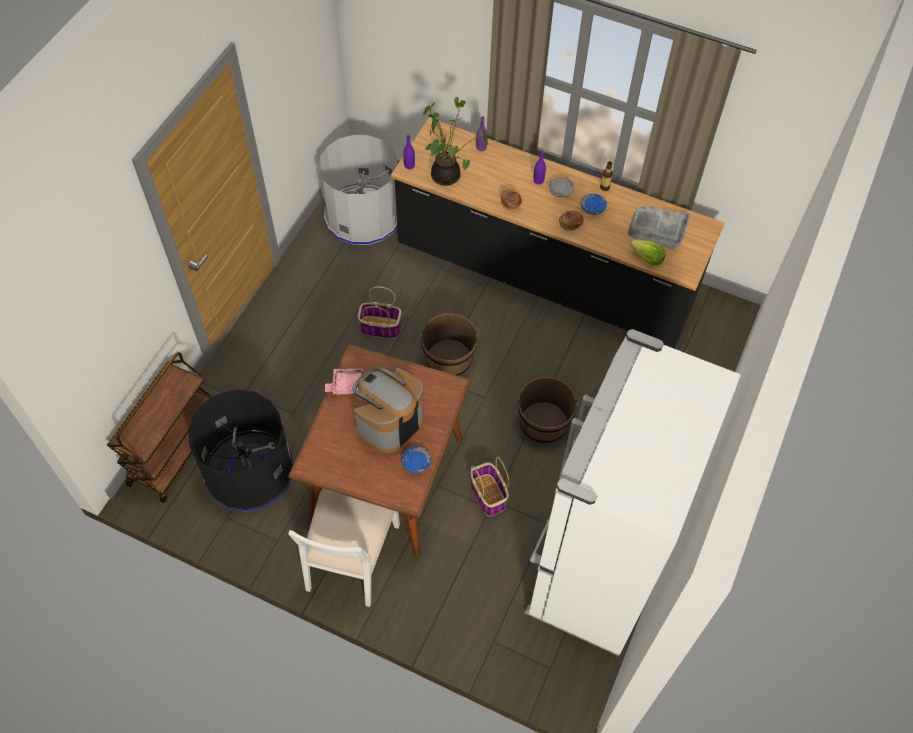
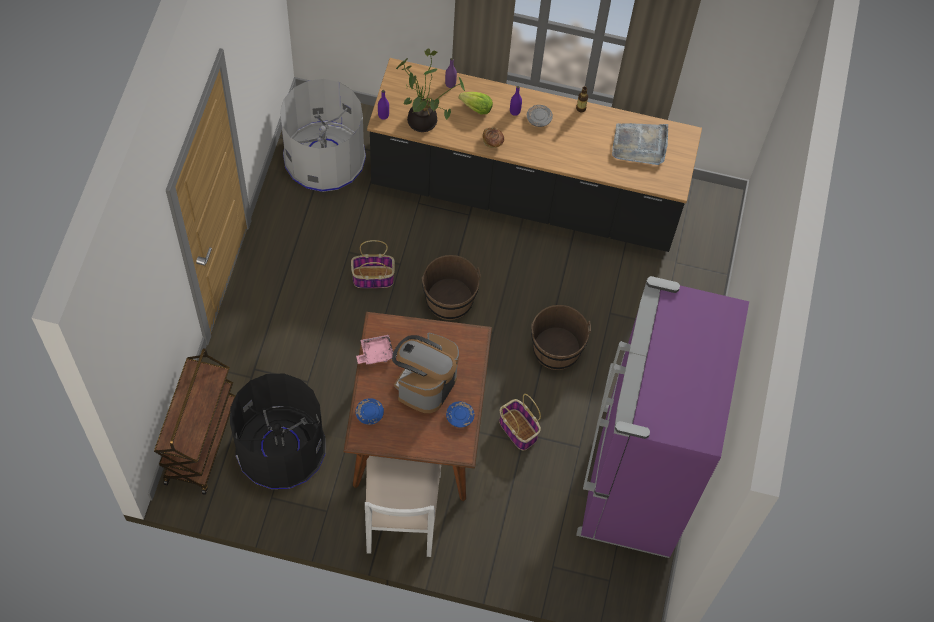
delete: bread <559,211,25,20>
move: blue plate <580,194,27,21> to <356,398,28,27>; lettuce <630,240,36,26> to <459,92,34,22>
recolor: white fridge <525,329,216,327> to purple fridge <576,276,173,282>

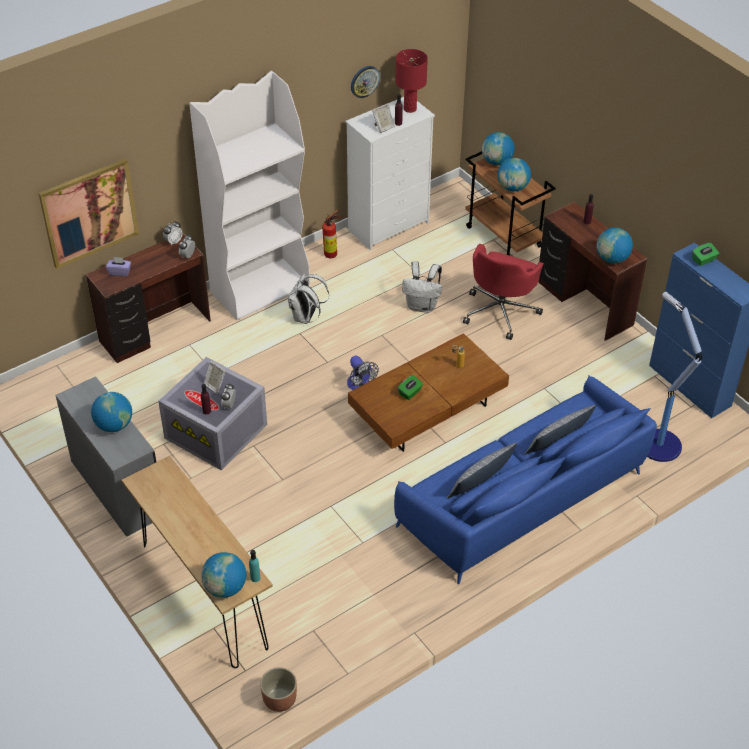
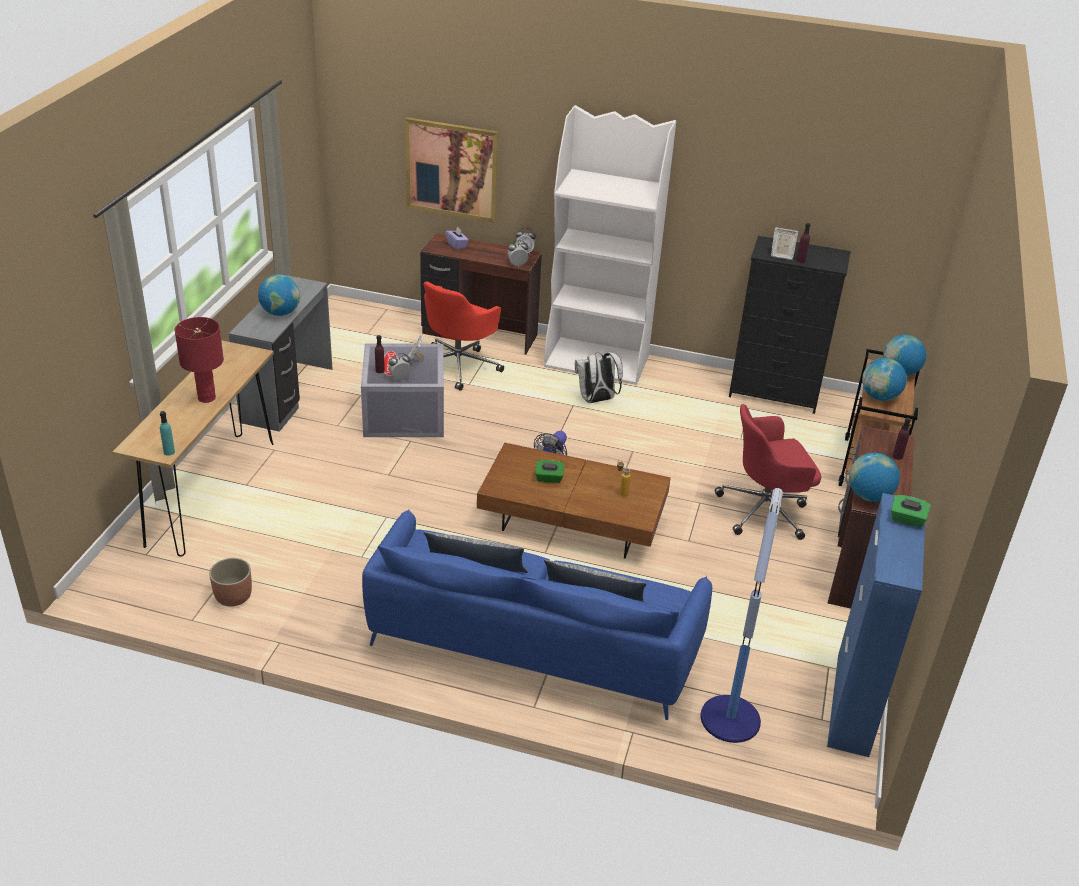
delete: globe <201,552,45,46>; fire extinguisher <322,209,19,49>; wall clock <351,66,29,32>; white backpack <402,261,40,52>
insert: red office chair <424,282,80,109>
move: planter <260,667,37,45> to <209,558,43,48>; red table lamp <395,49,33,64> to <175,317,49,86>
recolor: white dresser <345,97,90,153> to black dresser <729,236,122,178>

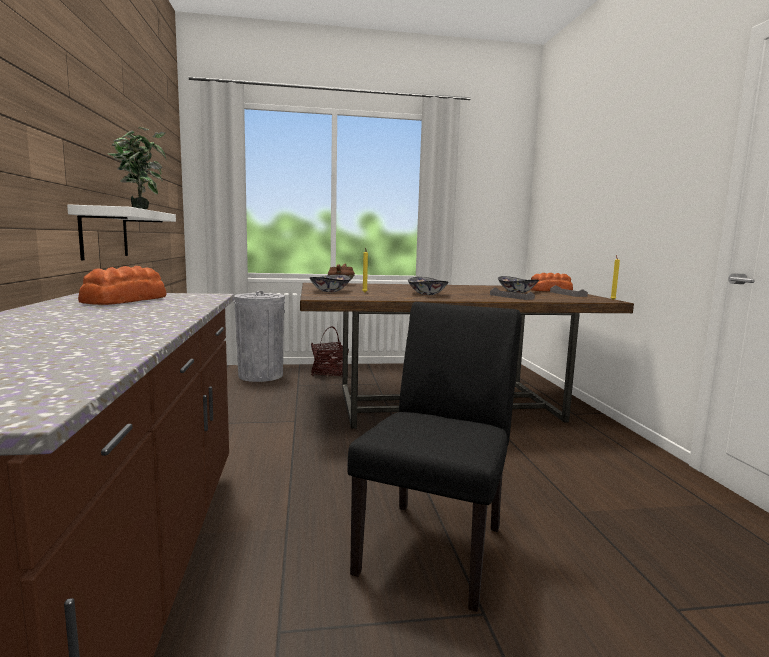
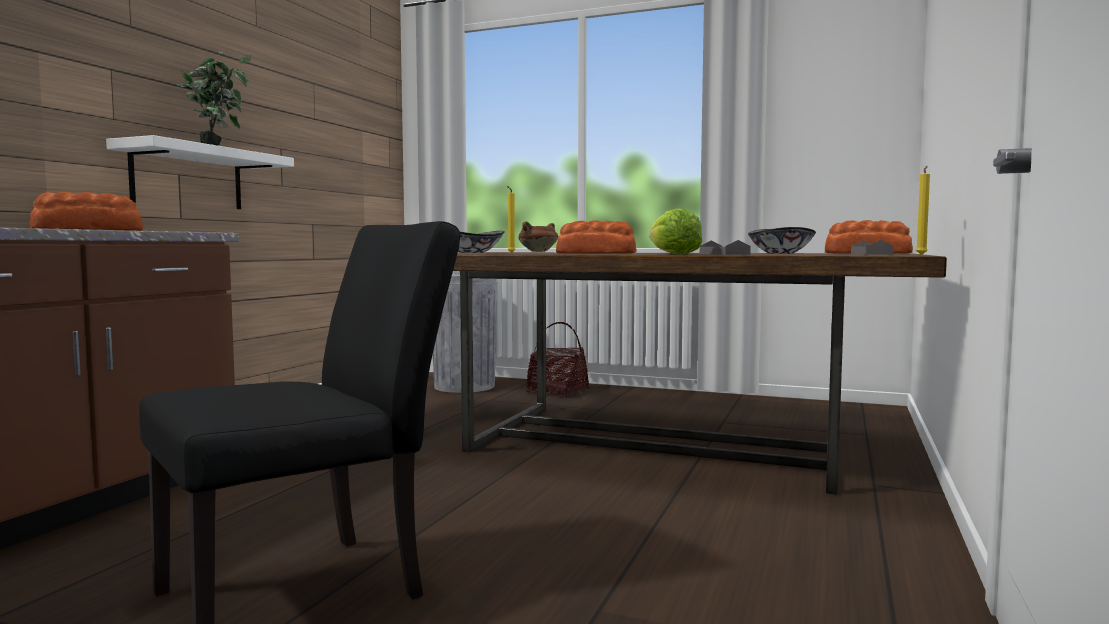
insert: lettuce <649,208,54,47>
replace: bowl <408,277,41,18> to bread <556,220,81,34>

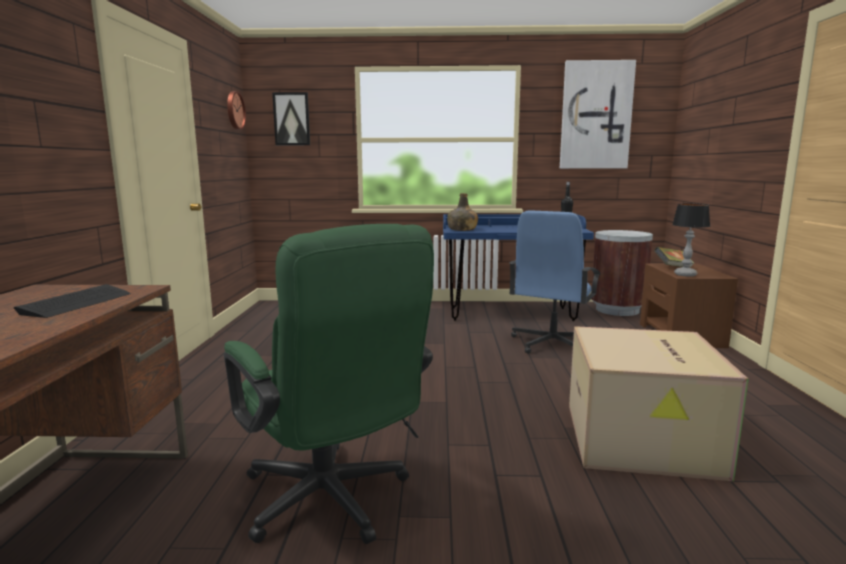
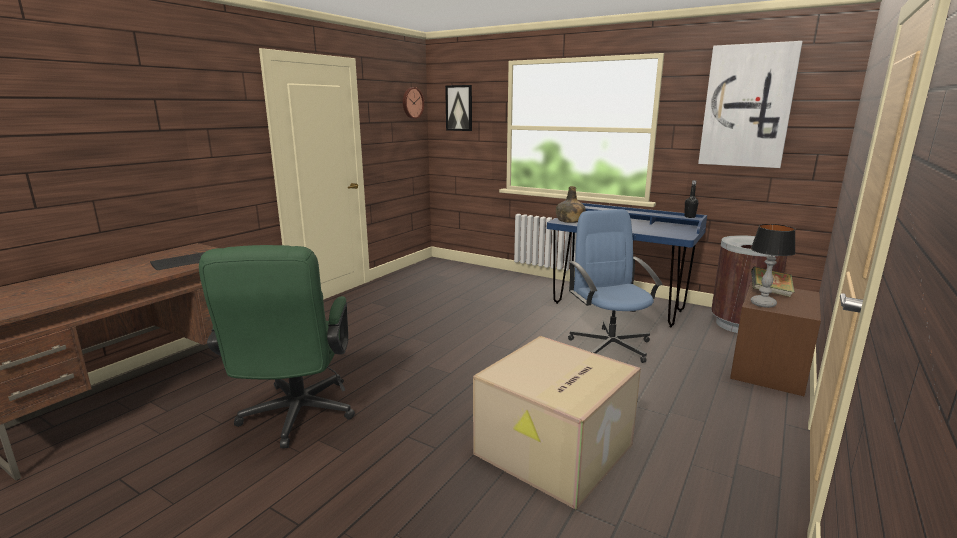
rotate: blue office chair <509,211,92,143> = <568,209,95,154> 105 degrees clockwise

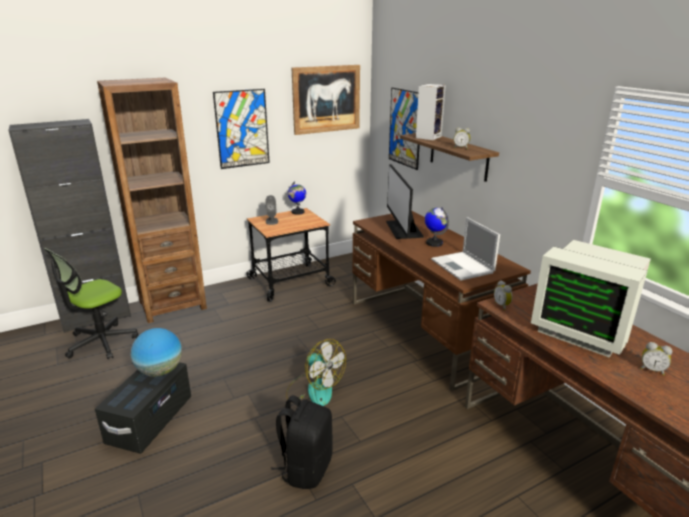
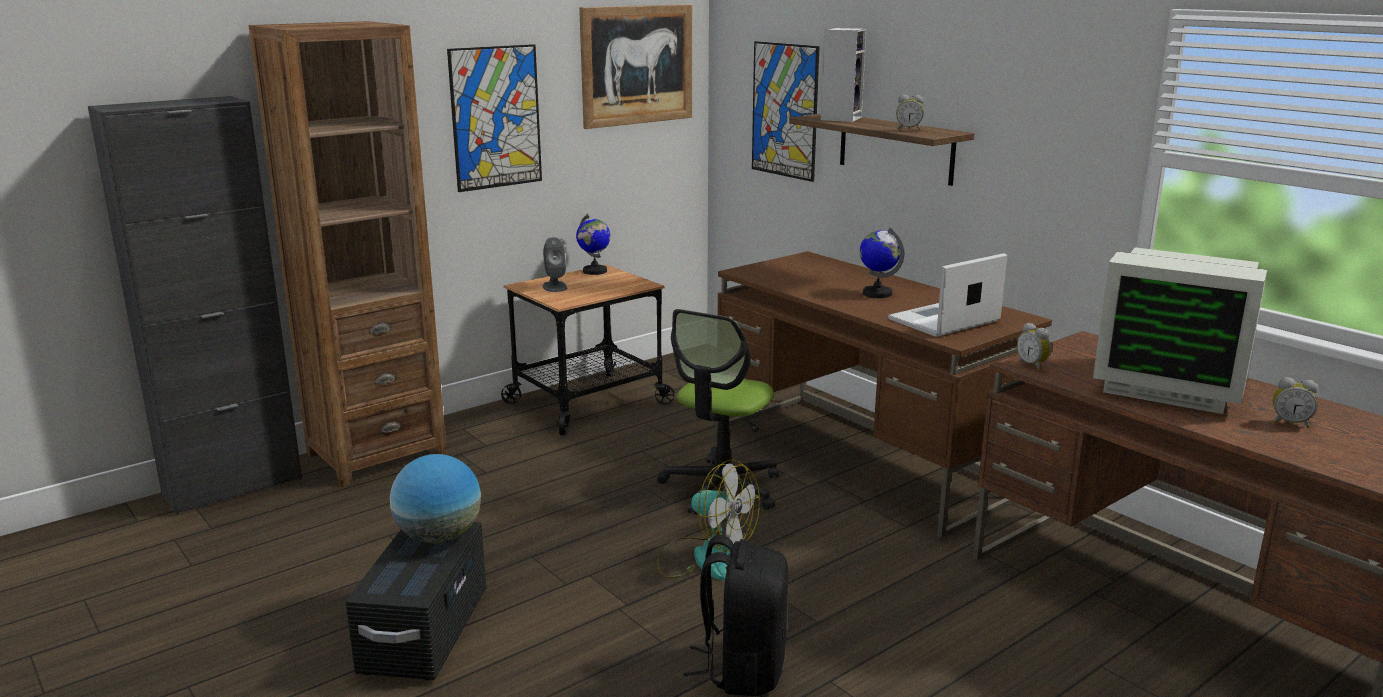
delete: monitor <386,164,38,75>
move: office chair <44,248,95,111> to <657,309,122,206>
rotate: laptop <431,217,69,64> = <888,253,119,84> 90 degrees clockwise

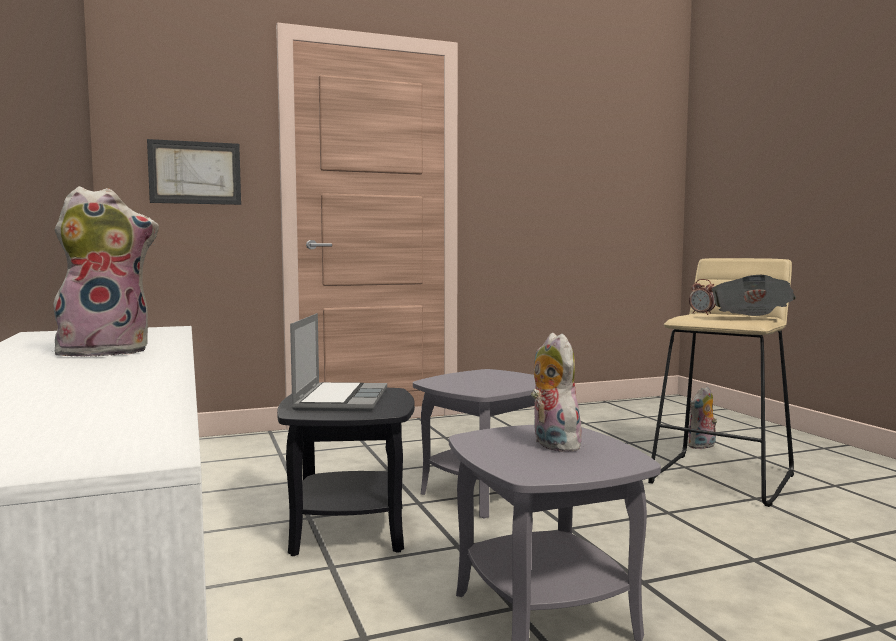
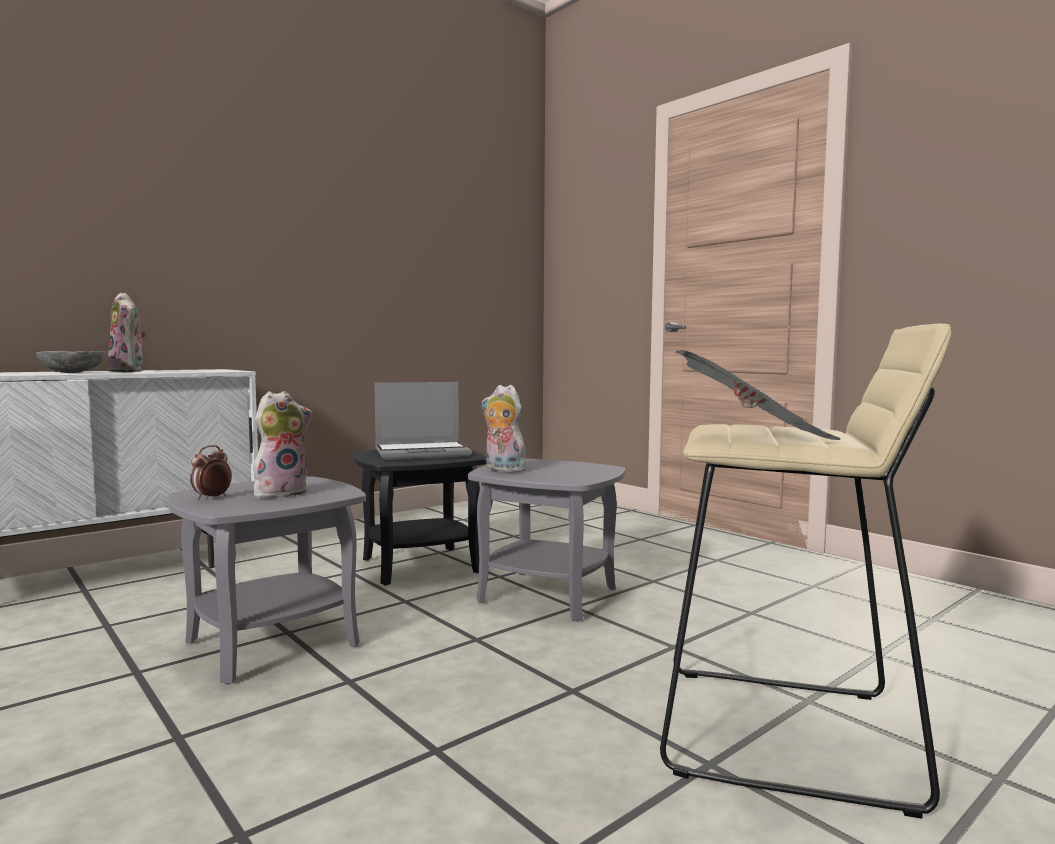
delete: picture <147,139,94,66>
insert: grey bowl <36,351,70,22>
move: plush toy <688,386,29,63> to <481,385,50,88>; alarm clock <689,279,27,36> to <190,445,42,55>

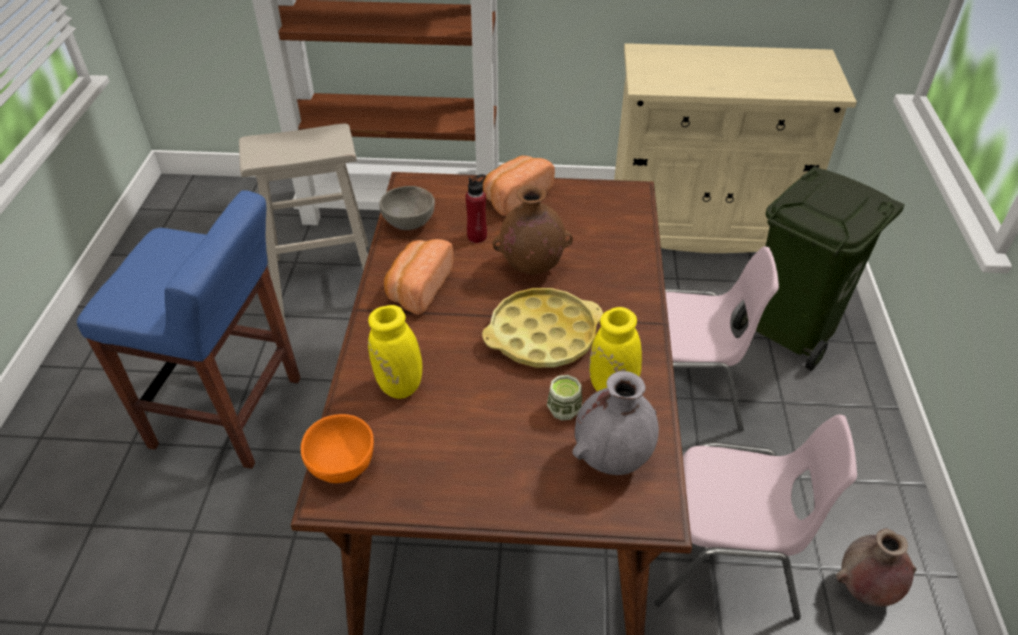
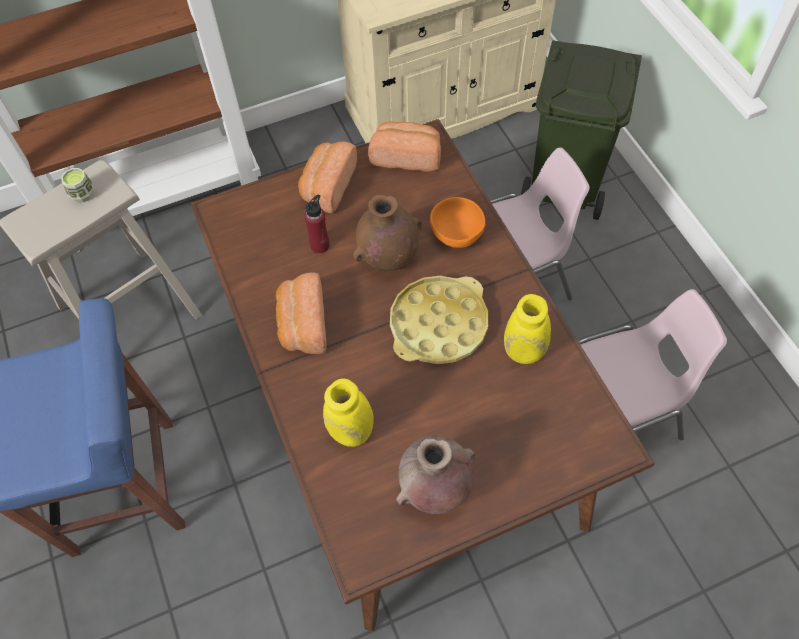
delete: grey bowl <379,186,56,44>; grey vase <572,371,87,104>
insert: bread <368,121,73,51>
move: orange bowl <301,414,73,69> to <430,197,56,51>; cup <547,375,35,46> to <61,168,33,34>; brown vase <836,528,81,79> to <396,435,80,79>

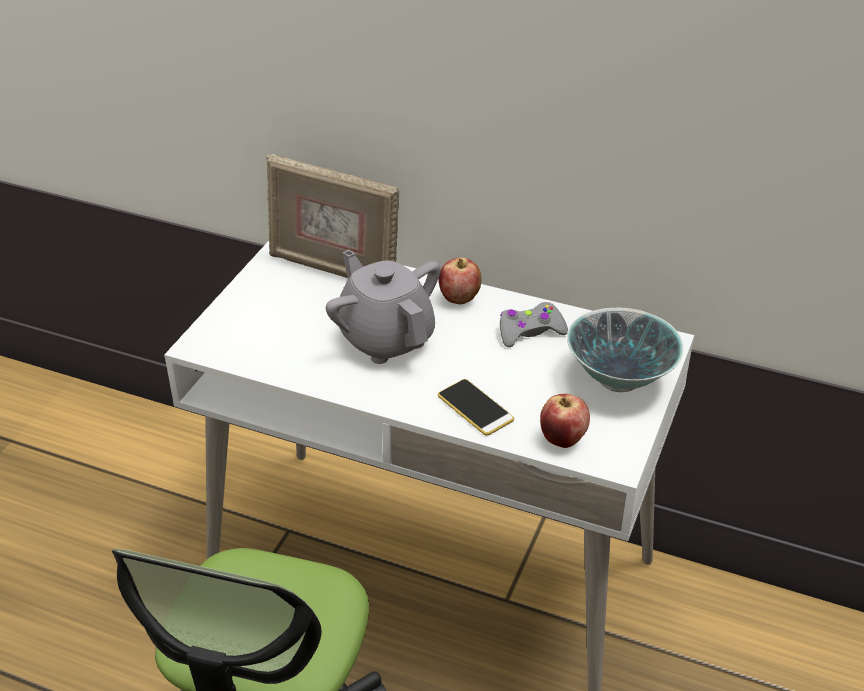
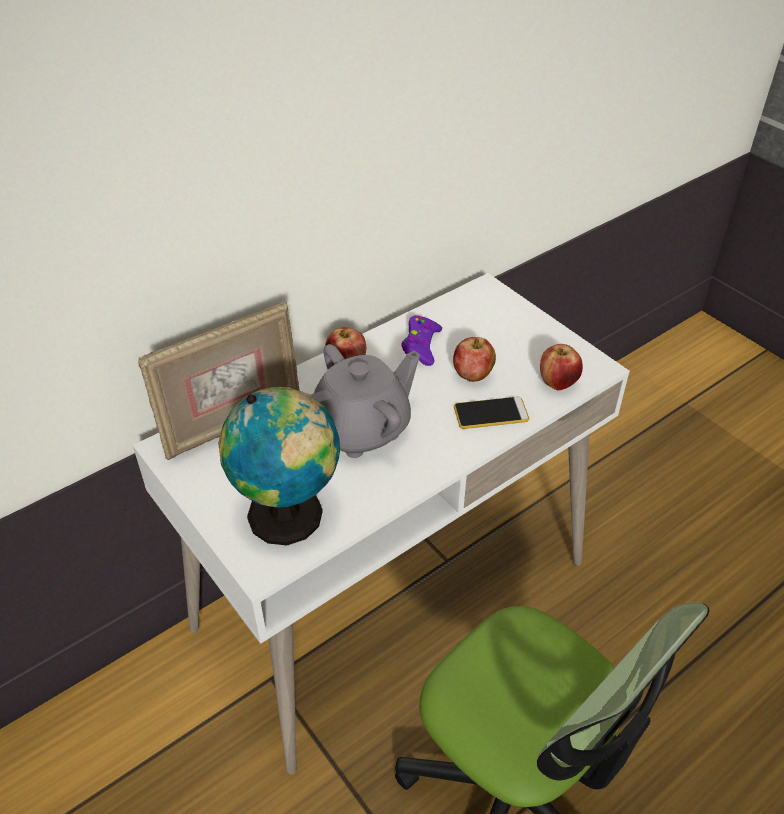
delete: bowl <567,308,116,84>
insert: globe <218,387,122,158>; apple <453,337,43,45>
recolor: grey game controller <500,302,68,45> to purple game controller <401,315,41,51>
rotate: grey teapot <326,250,115,114> = <310,344,110,114> 150 degrees clockwise

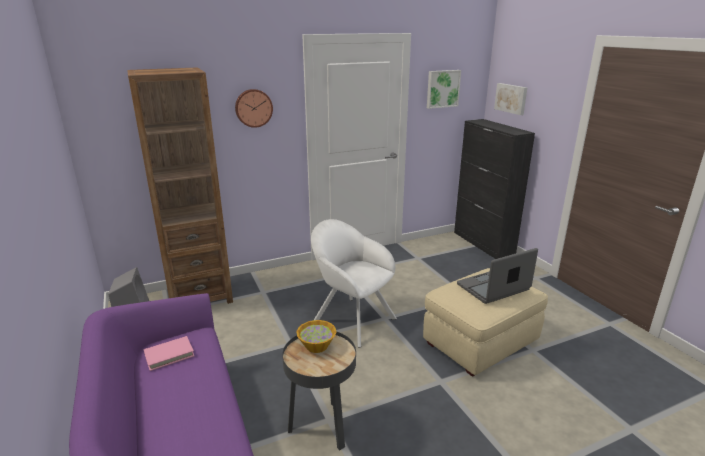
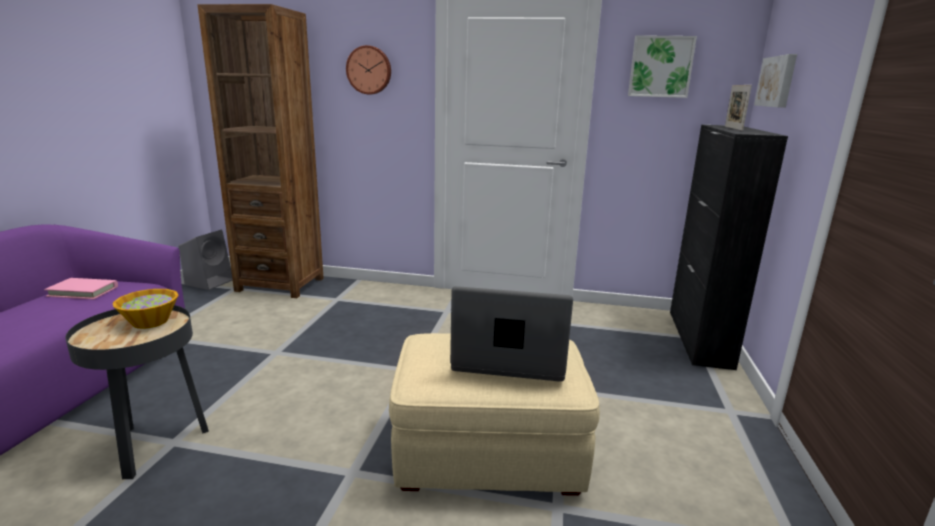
delete: white armchair <311,219,86,129>
insert: picture frame <725,85,27,46>

